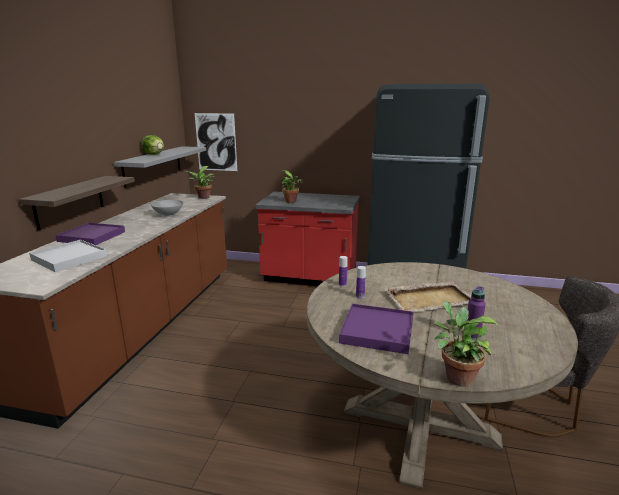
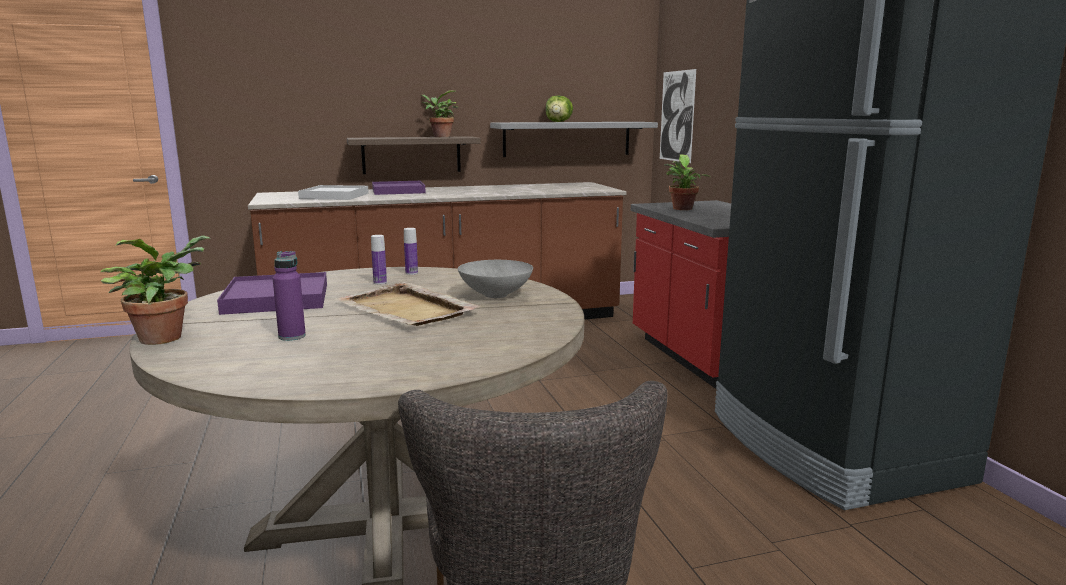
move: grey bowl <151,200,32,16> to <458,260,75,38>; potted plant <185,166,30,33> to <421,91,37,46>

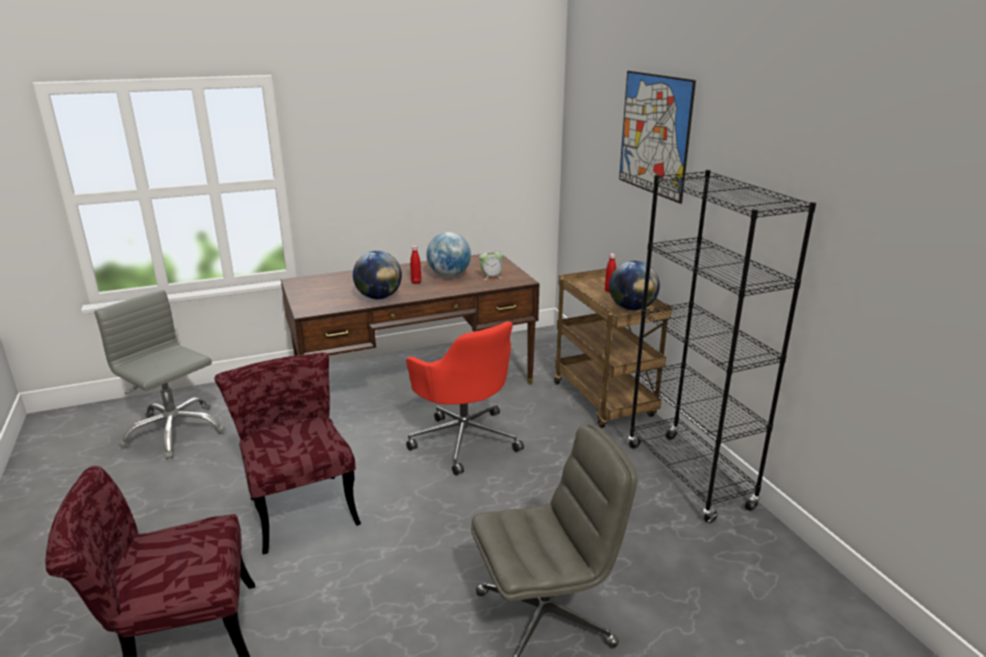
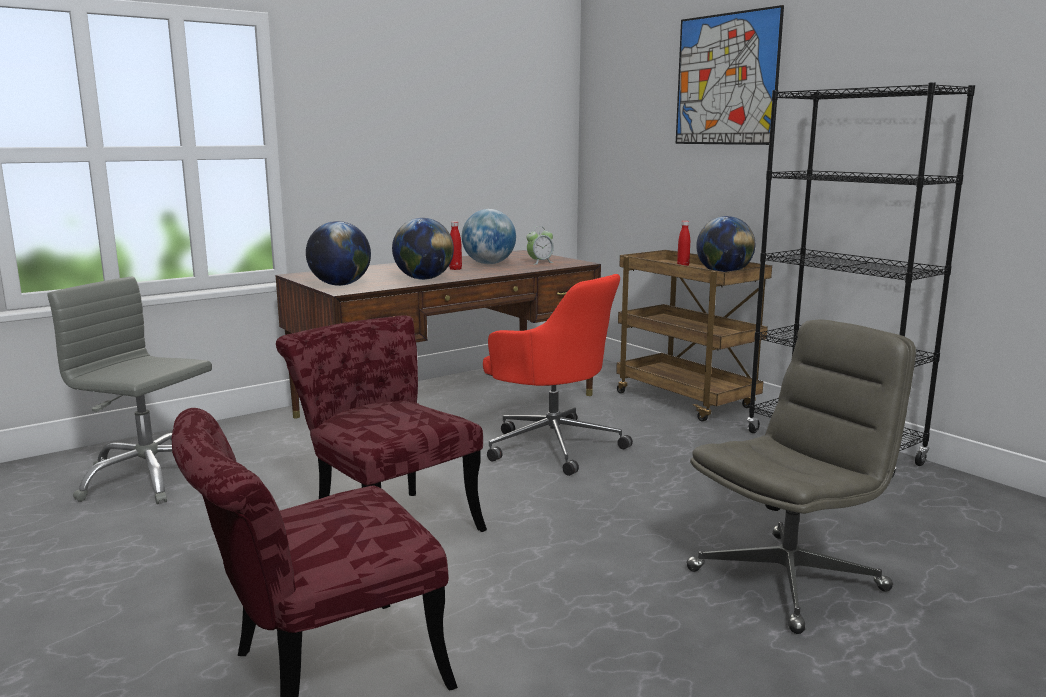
insert: globe <306,221,65,65>

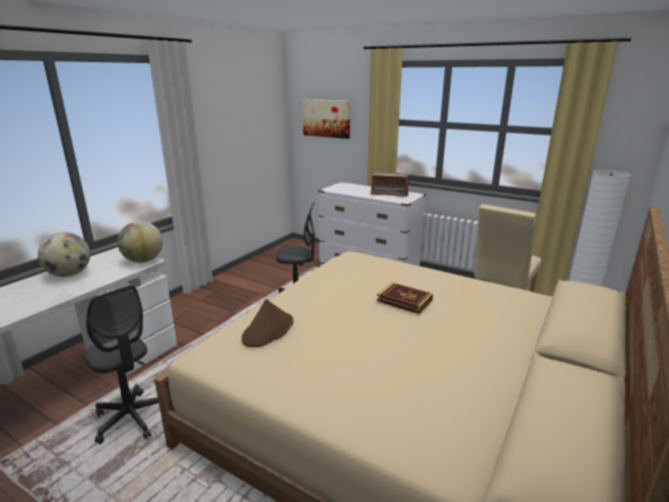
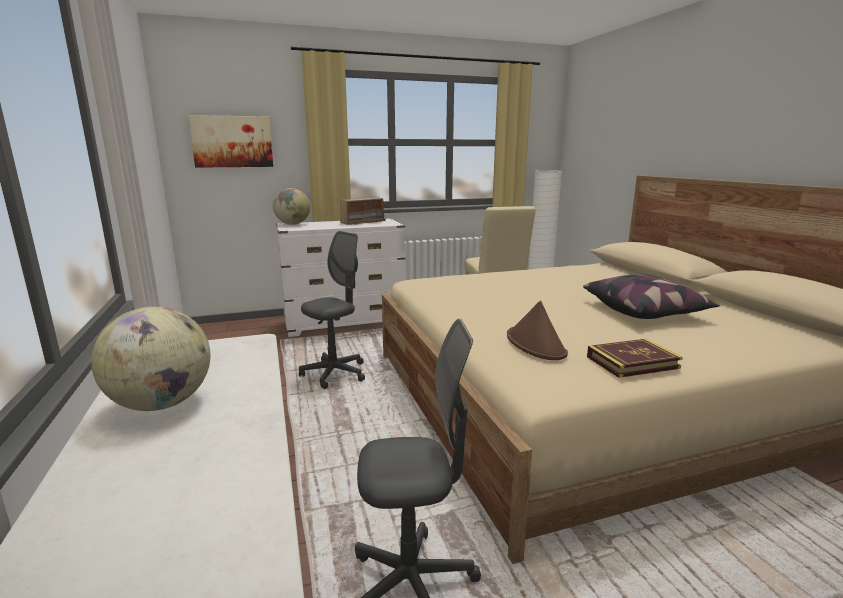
insert: pillow <583,274,137,45>
move: globe <117,221,46,42> to <273,188,37,37>; book <377,282,56,32> to <587,339,96,39>

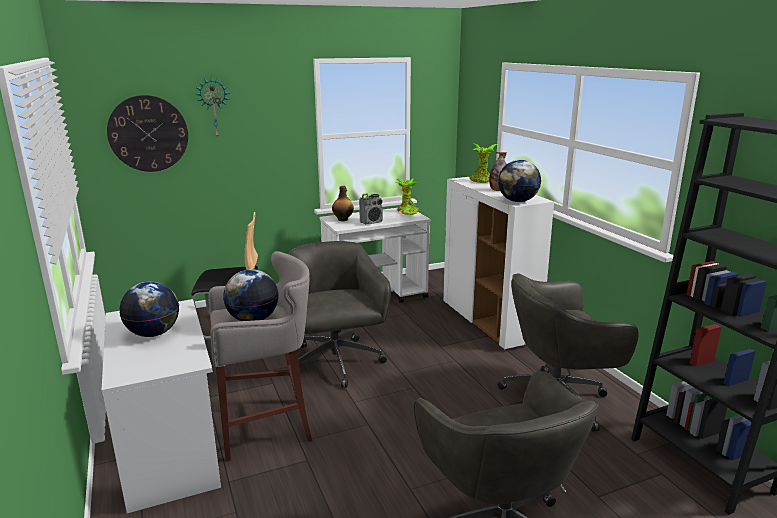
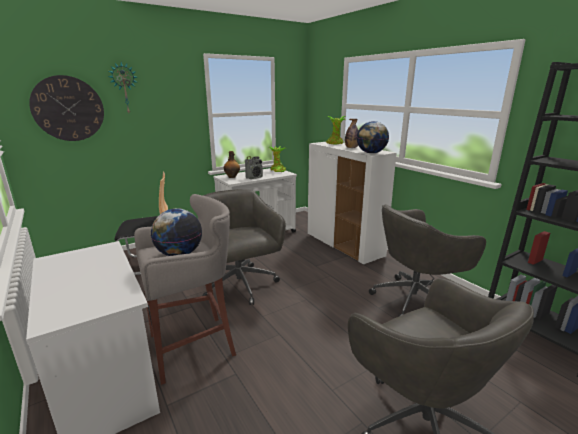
delete: globe <120,281,59,56>

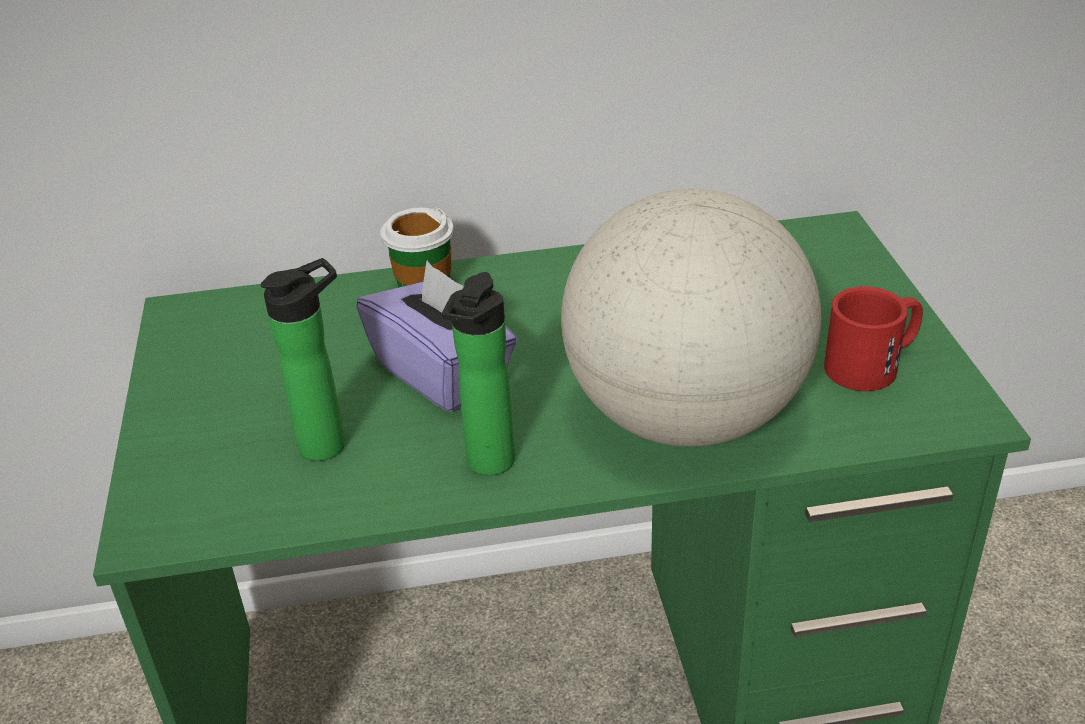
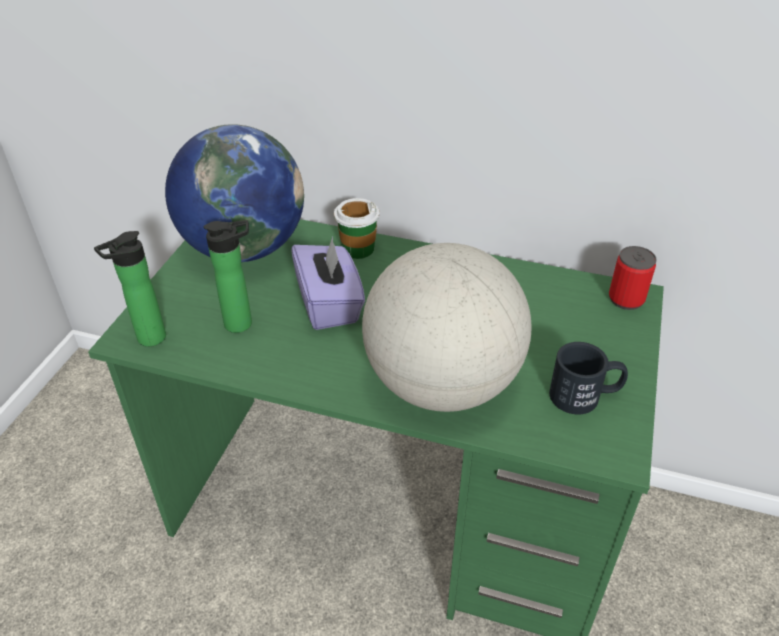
insert: globe <165,124,139,138>; can <609,246,47,64>
move: bottle <442,272,73,204> to <94,231,72,116>
recolor: red mug <824,286,99,105> to black mug <549,342,79,72>

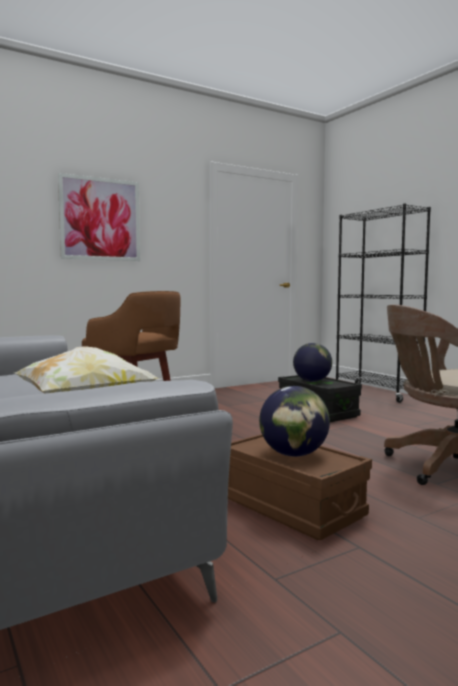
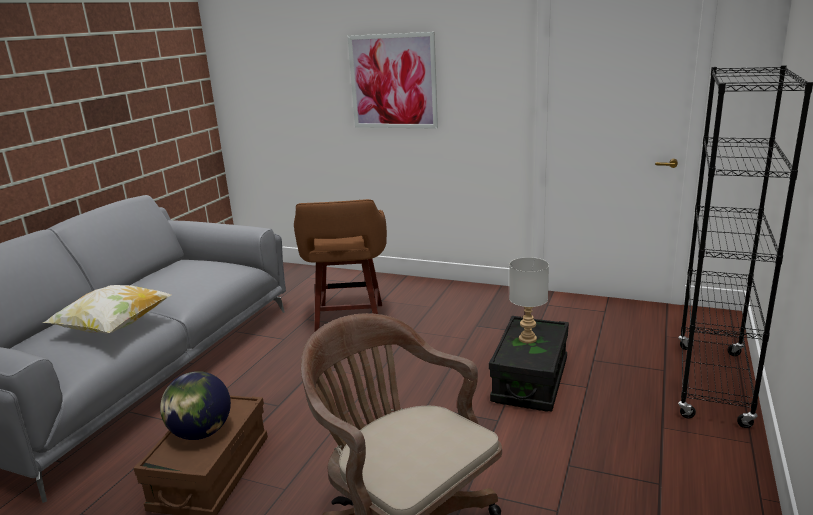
replace: globe <293,343,39,39> to grey table lamp <509,257,40,87>

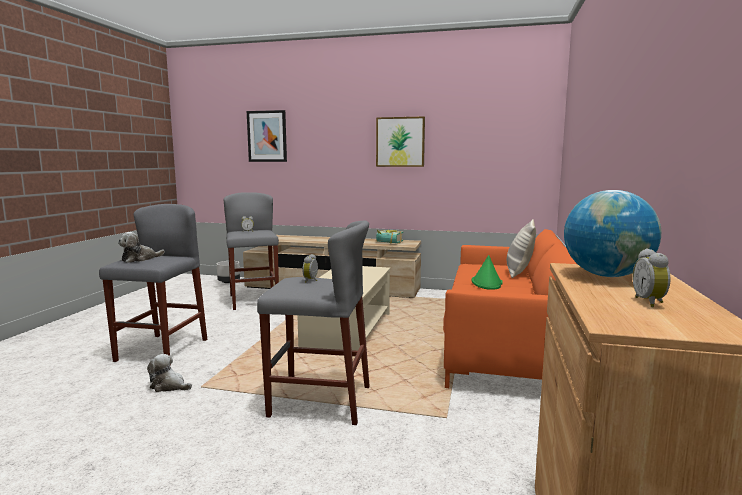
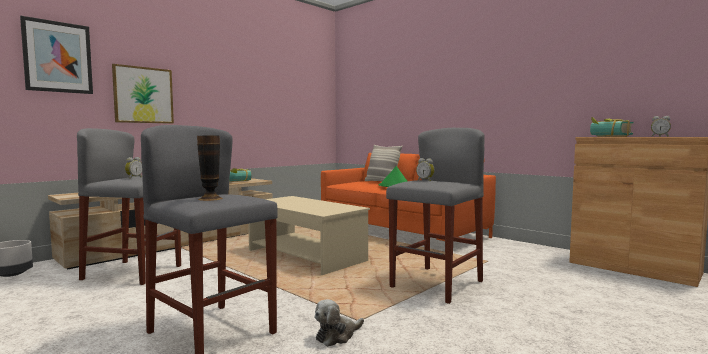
move: picture <376,116,49,51> to <112,64,62,60>
replace: plush toy <118,232,47,31> to vase <197,136,26,65>; globe <564,190,97,87> to book <590,117,44,20>

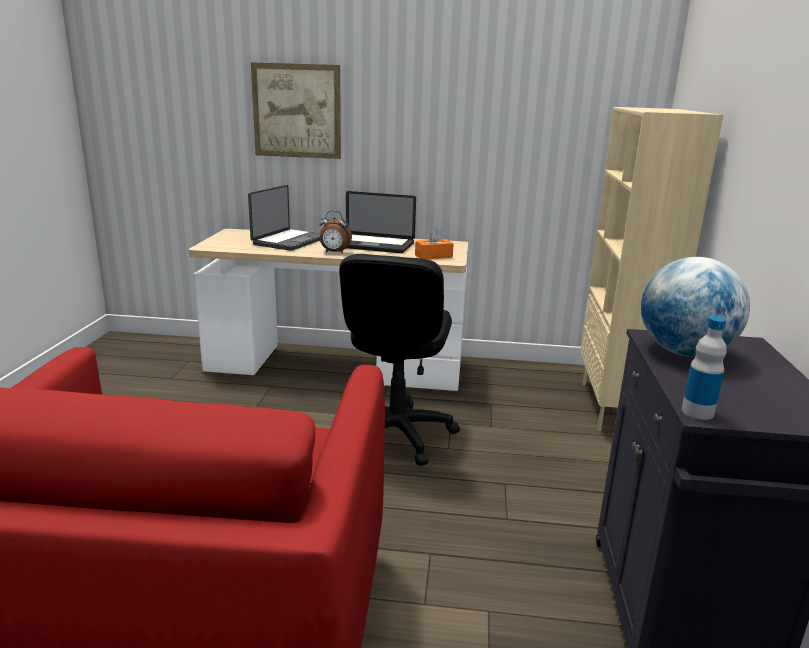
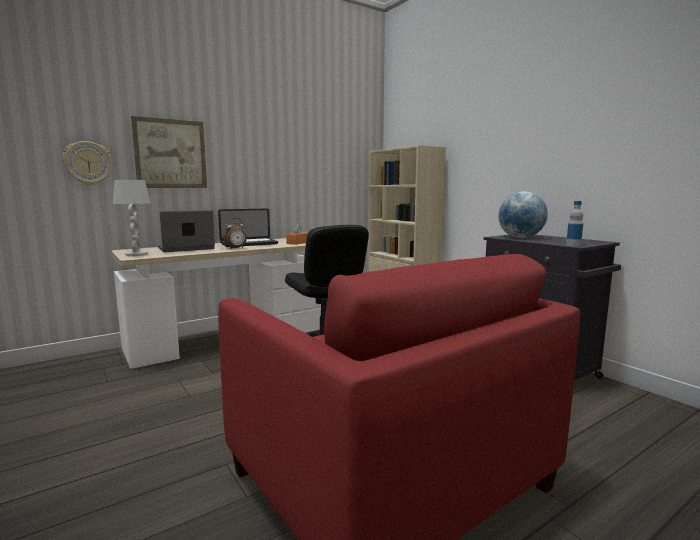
insert: wall clock <62,141,51,45>; white table lamp <113,180,37,76>
rotate: laptop <248,185,72,66> = <158,210,57,42> 105 degrees counterclockwise

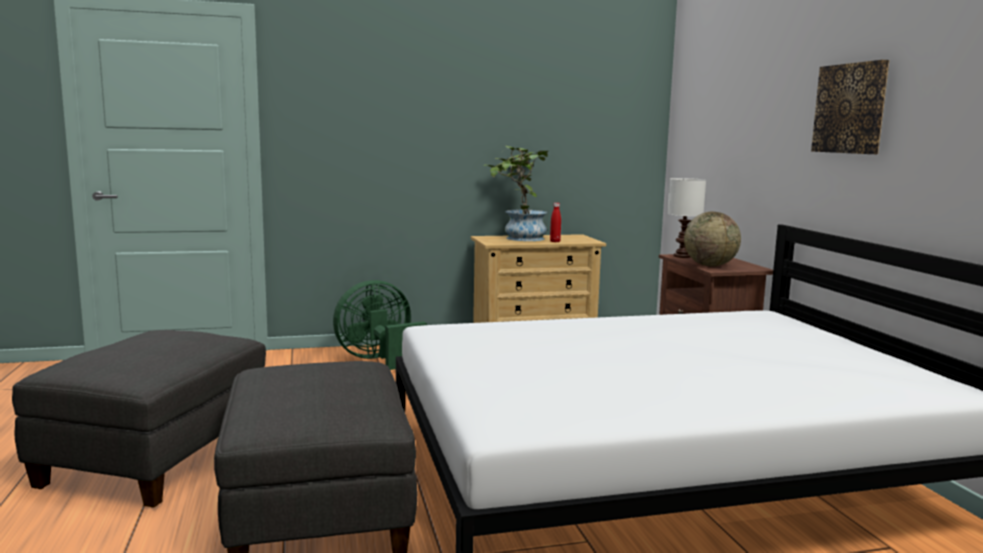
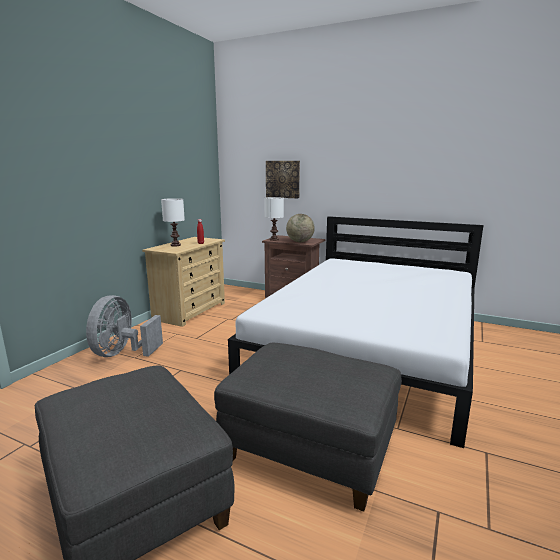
move: picture <811,60,78,94> to <266,161,34,37>
replace: potted plant <485,146,63,95> to white table lamp <161,198,24,48>
recolor: green fan <333,280,94,90> to grey fan <86,295,77,62>

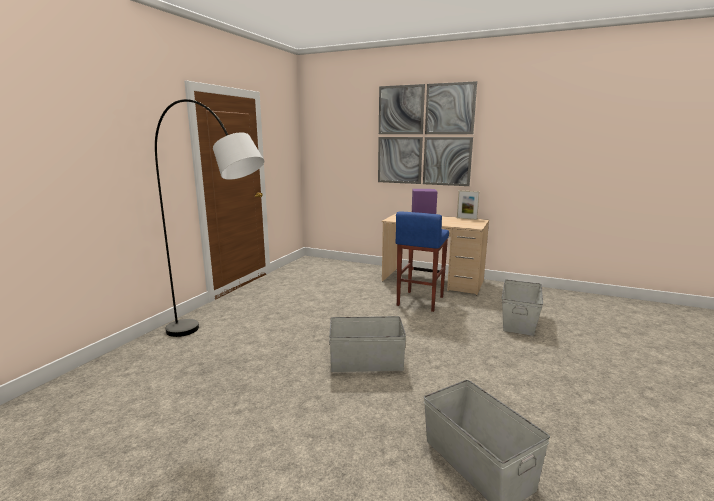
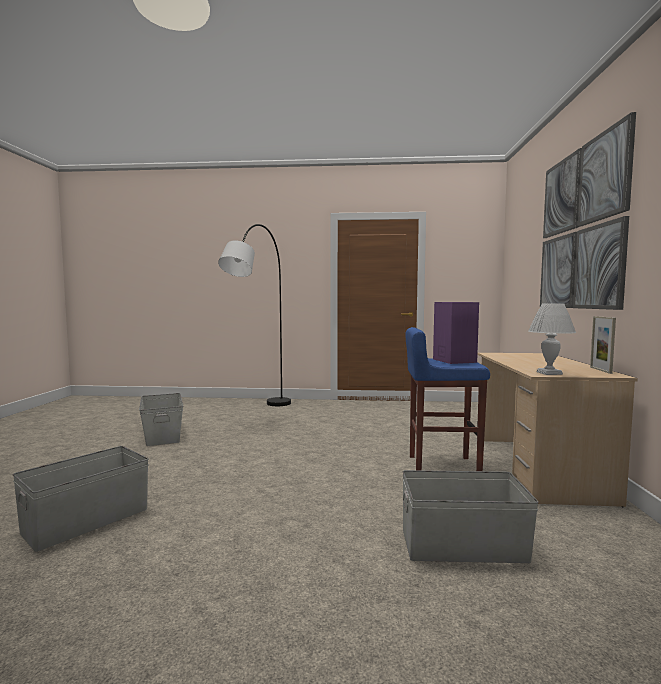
insert: white table lamp <528,303,48,72>
move: grey storage box <329,316,77,56> to <139,393,44,53>

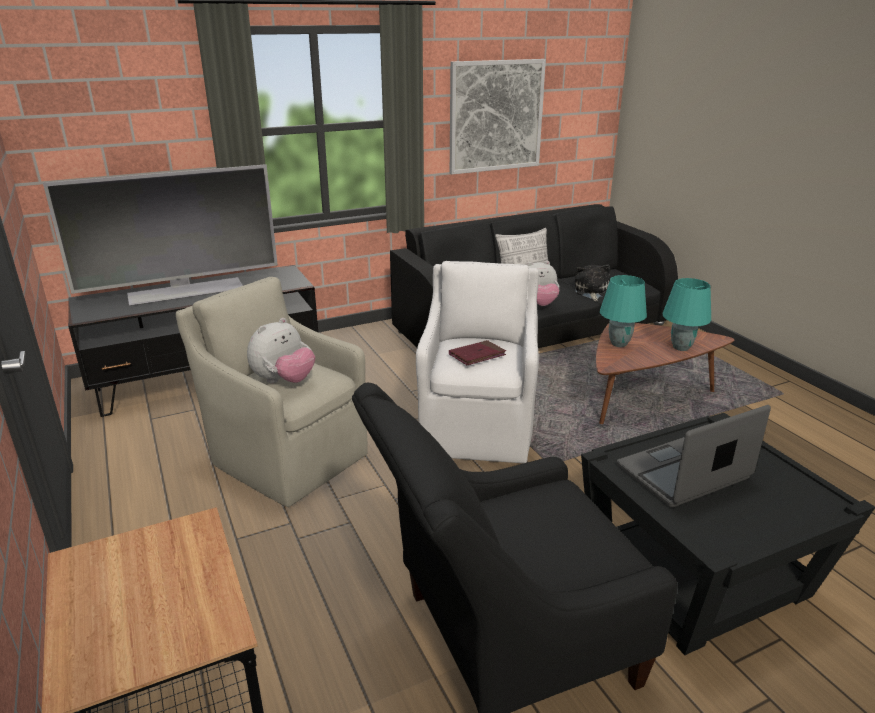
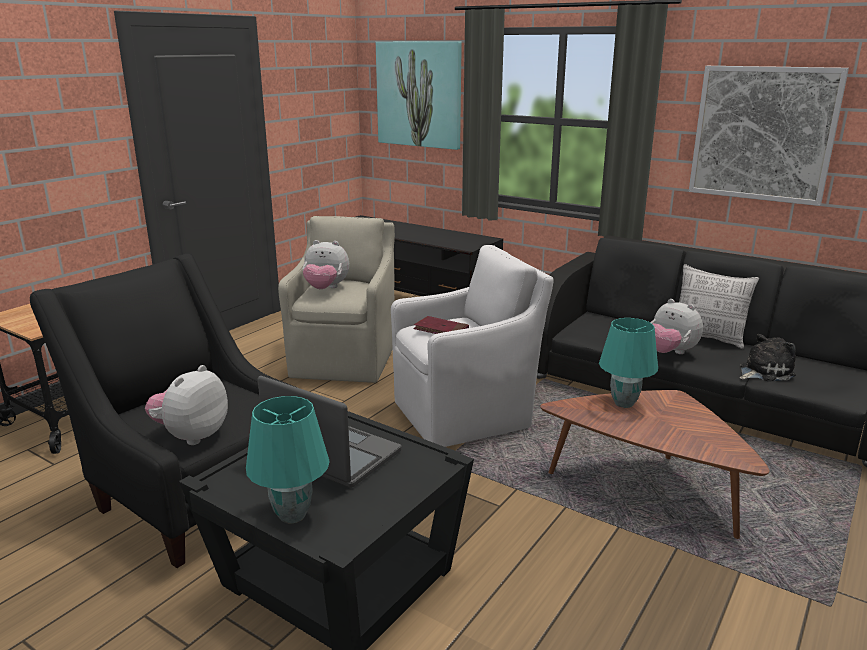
delete: television <43,164,235,142>
insert: plush toy <145,365,83,80>; picture <376,41,86,109>
move: turquoise table lamp <662,278,49,73> to <246,396,84,128>

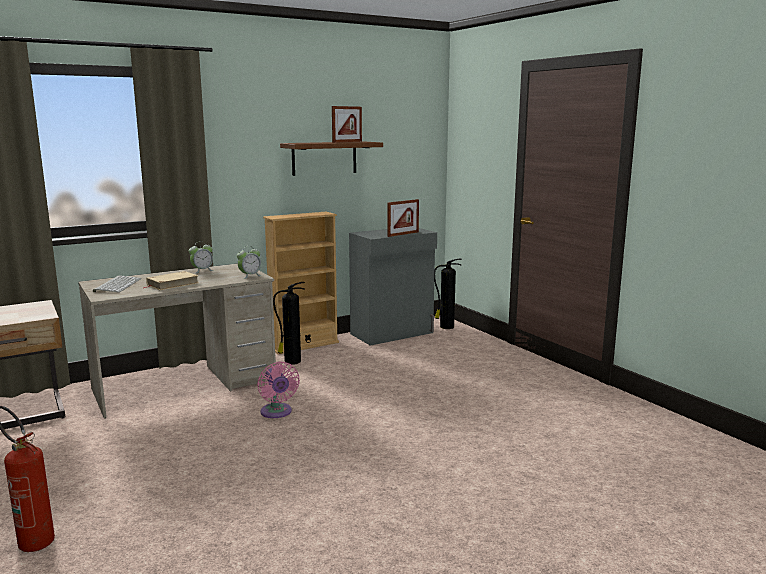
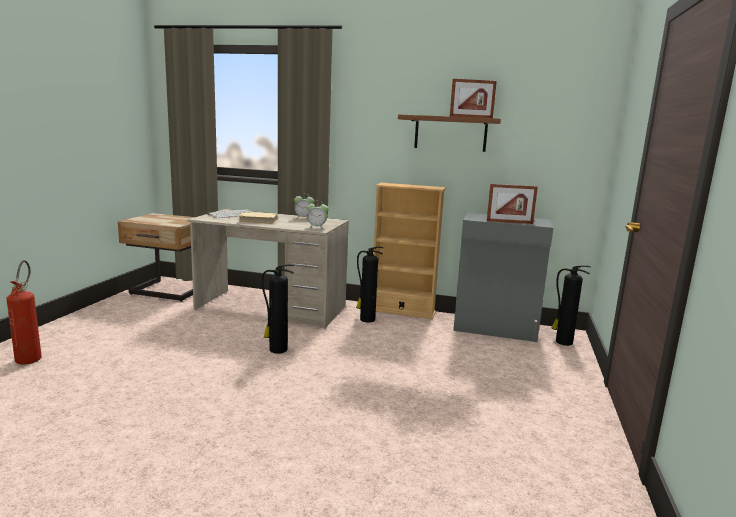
replace: pink fan <257,361,43,57> to fire extinguisher <262,264,32,90>

